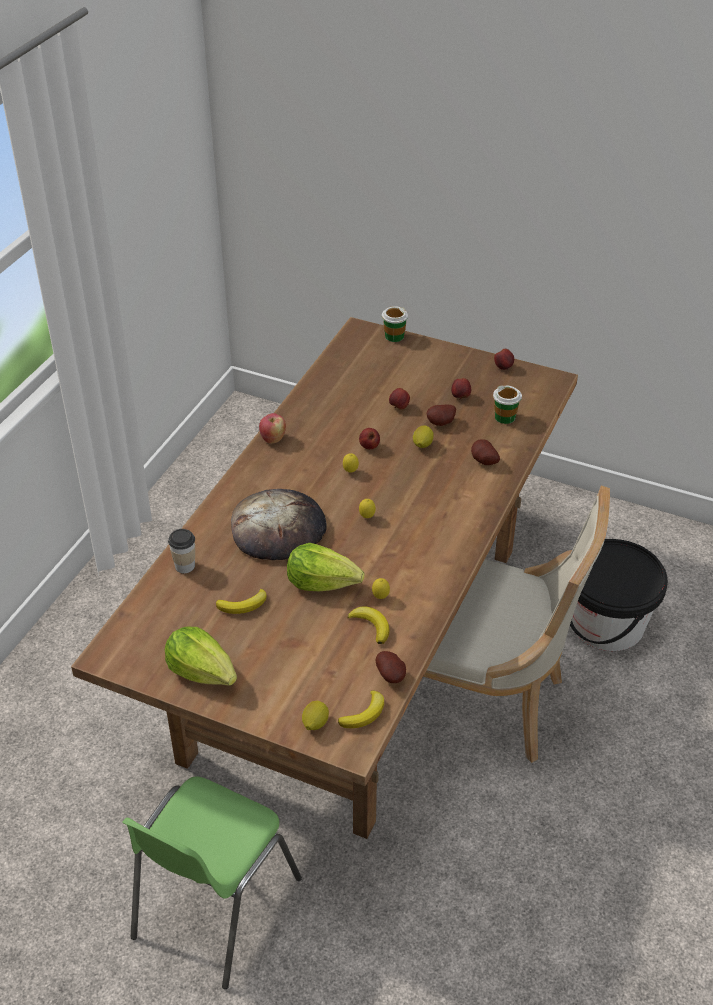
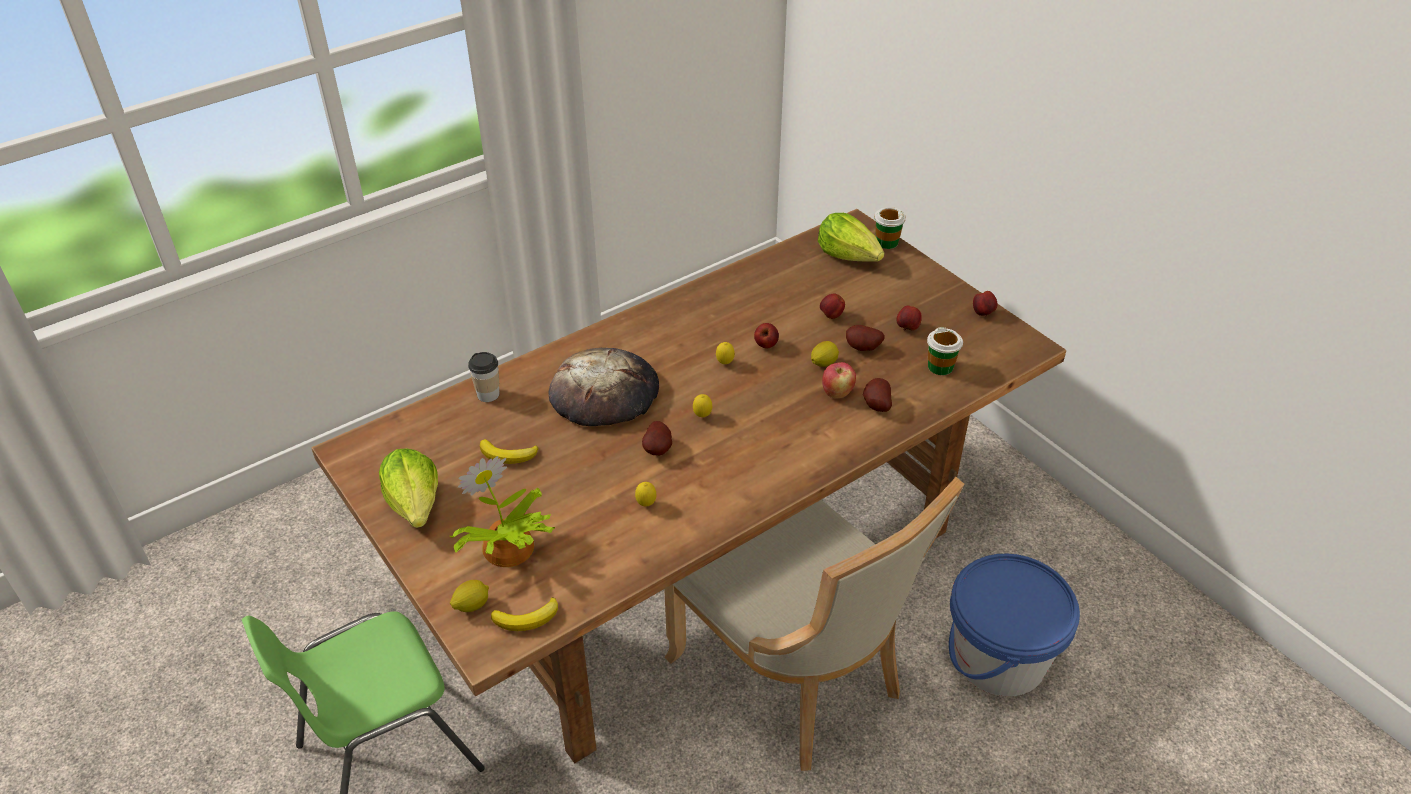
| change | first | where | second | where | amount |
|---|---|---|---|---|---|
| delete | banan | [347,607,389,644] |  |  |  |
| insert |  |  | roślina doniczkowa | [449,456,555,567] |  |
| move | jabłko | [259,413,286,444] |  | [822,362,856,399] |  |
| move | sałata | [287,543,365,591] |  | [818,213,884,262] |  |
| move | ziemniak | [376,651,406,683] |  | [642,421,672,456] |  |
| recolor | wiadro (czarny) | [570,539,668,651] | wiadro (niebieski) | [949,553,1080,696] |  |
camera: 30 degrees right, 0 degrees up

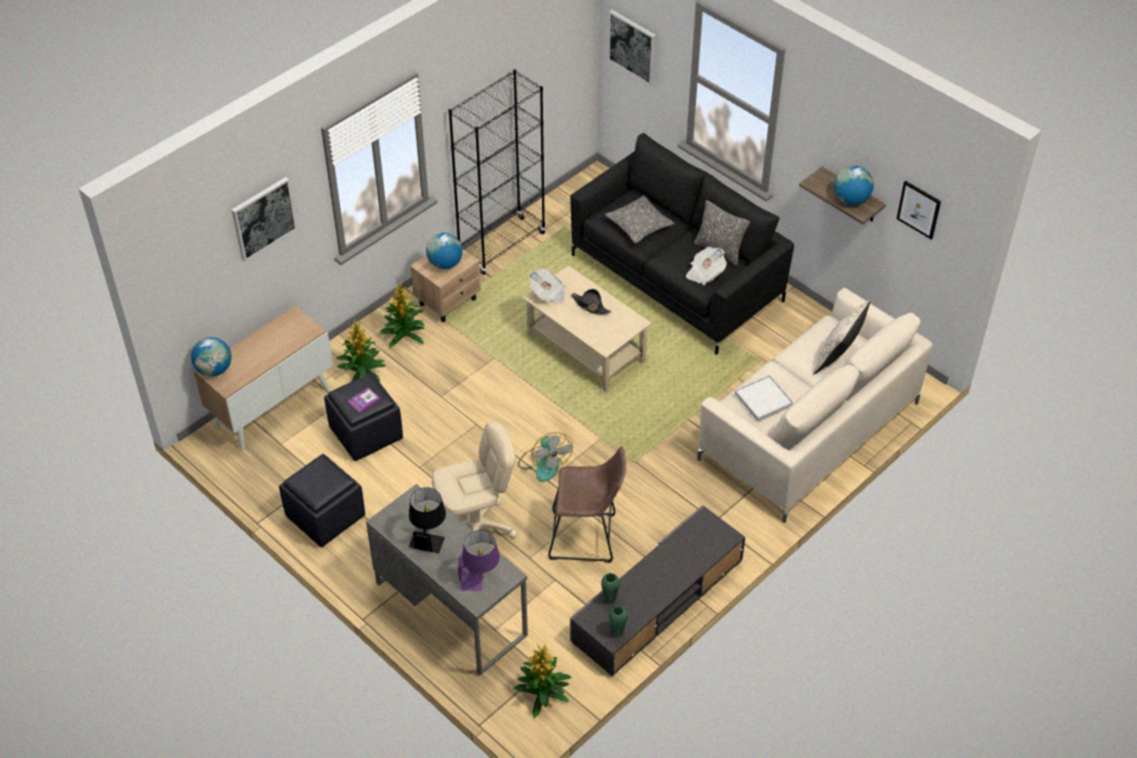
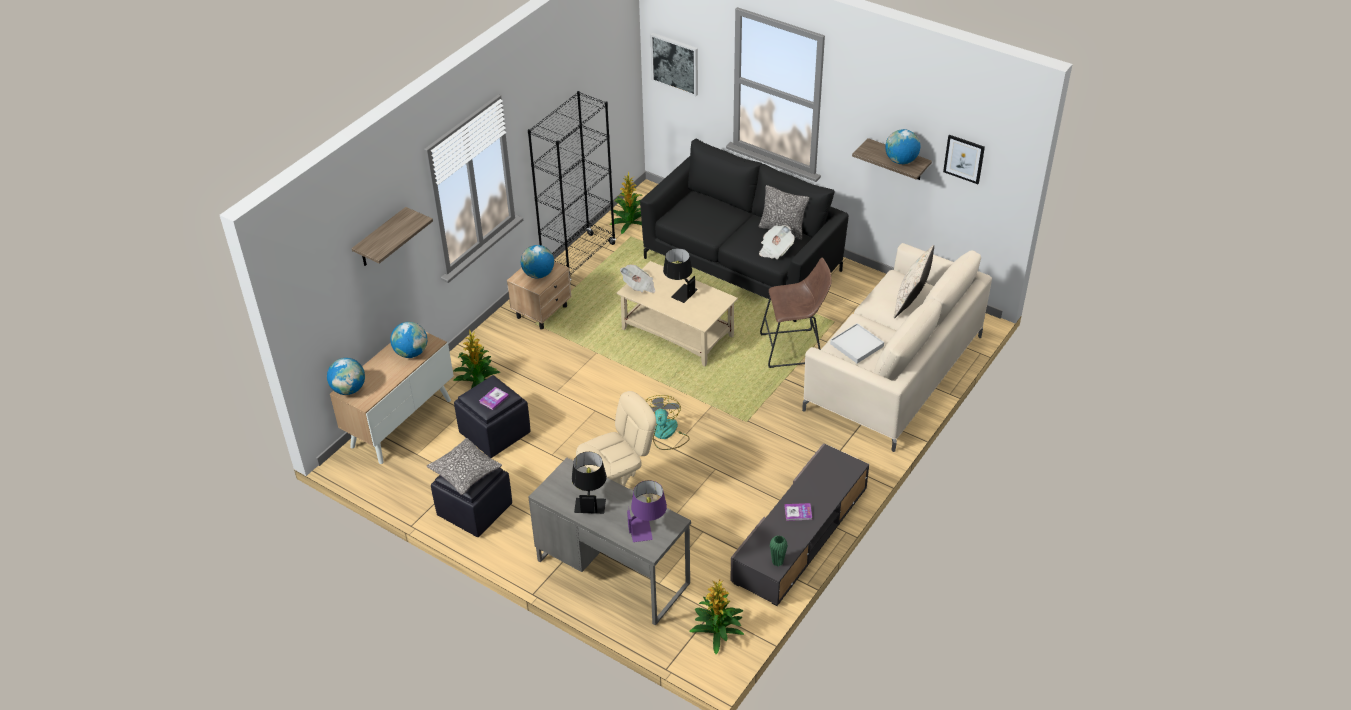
| change | first | where | second | where | amount |
|---|---|---|---|---|---|
| delete | wazon (zielony) | [601,573,620,604] |  |  |  |
| insert |  |  | globus | [390,322,427,358] |  |
| insert |  |  | książka | [785,503,812,521] |  |
| move | roślina doniczkowa | [380,280,424,348] |  | [610,172,642,234] |  |
| move | stołek (brązowy) | [548,446,626,563] |  | [760,258,831,368] |  |
| move | poduszka | [605,195,674,244] |  | [426,438,502,495] |  |
| replace | obraz | [232,177,297,262] | półka | [352,207,433,266] |  |
| replace | kapelusz (czarny) | [571,289,611,315] | lampa stołowa (czarny) | [663,248,698,303] |  |
| rotate | wentylator | [518,432,573,482] |  | [646,395,690,450] | 150 degrees counterclockwise |
camera: 10 degrees left, 5 degrees down

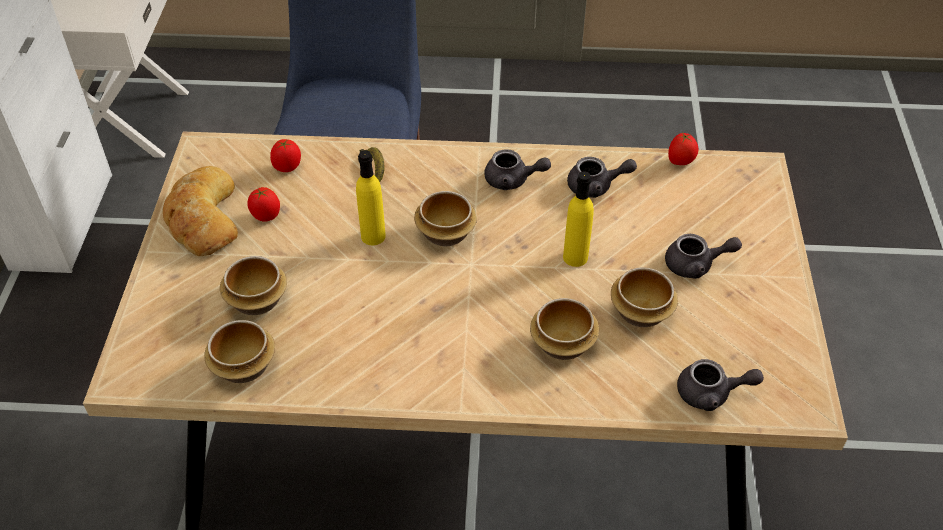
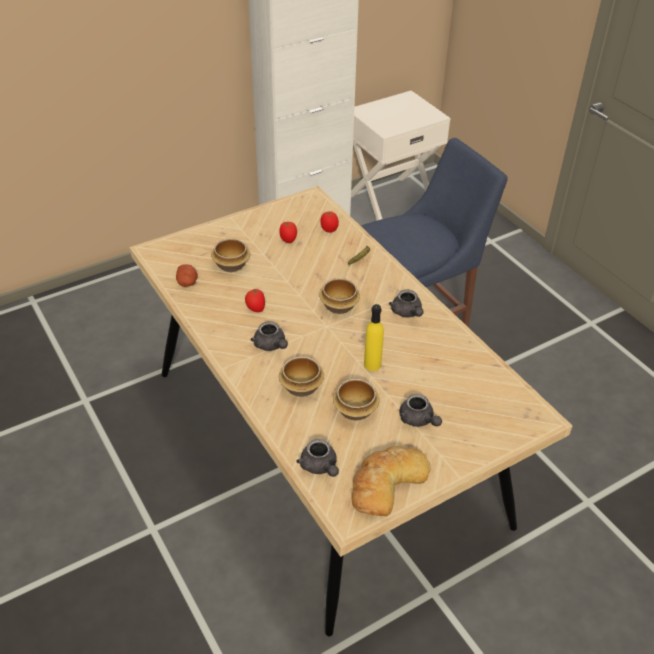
| change | first | where | second | where | amount |
|---|---|---|---|---|---|
| delete | butelka (żółty) | [356,150,386,245] |  |  |  |
| move | chleb | [163,166,238,256] |  | [351,446,431,516] |  |
| move | imbryk (szary) | [567,157,637,198] |  | [251,321,288,351] |  |
| move | pomidor | [668,133,698,165] |  | [245,289,265,312] |  |
| replace | miska | [204,320,275,383] | ziemniak | [176,264,198,287] |  |
camera: 55 degrees right, 5 degrees down

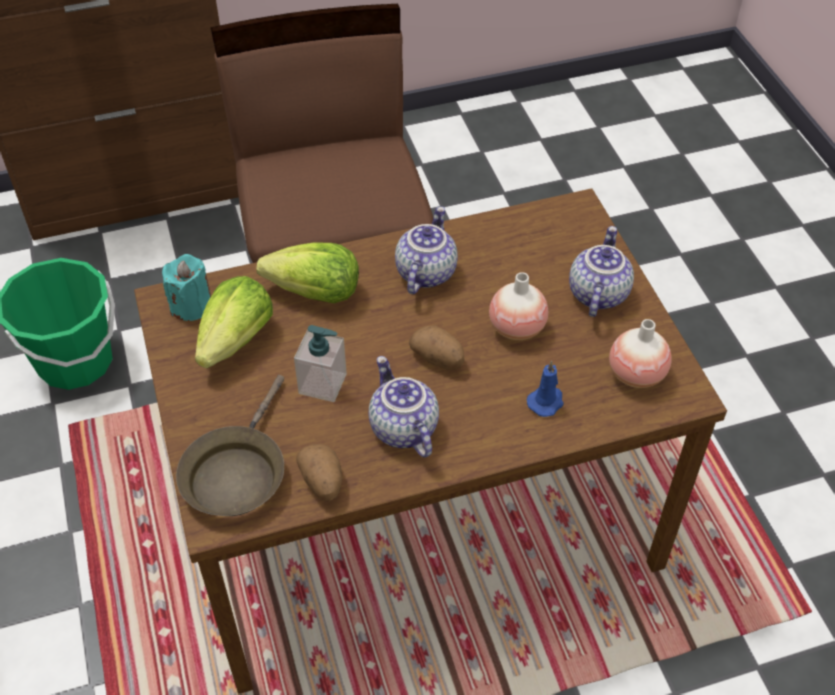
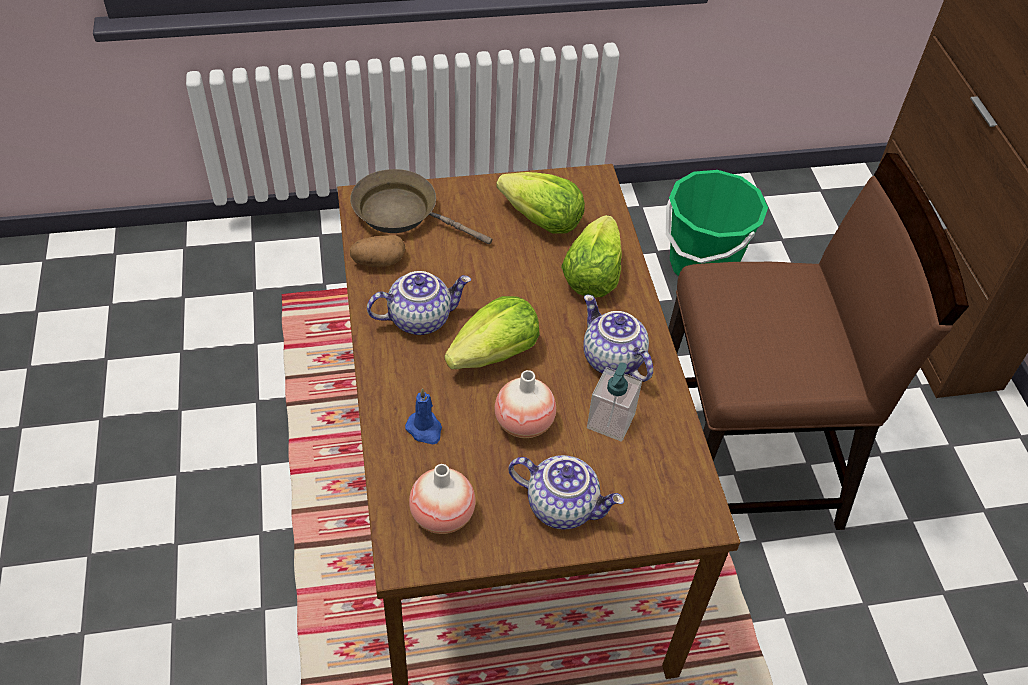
| change | first | where | second | where | amount |
|---|---|---|---|---|---|
| delete | świeca (turkusowy) | [162,254,211,321] |  |  |  |
| move | dozownik mydła | [294,325,347,402] |  | [587,362,642,442] |  |
| replace | ziemniak | [409,325,464,370] | sałata | [445,296,540,369] |  |
| rotate | imbryk | [395,206,458,294] |  | [583,295,653,382] | 150 degrees counterclockwise |
camera: 95 degrees right, 0 degrees up

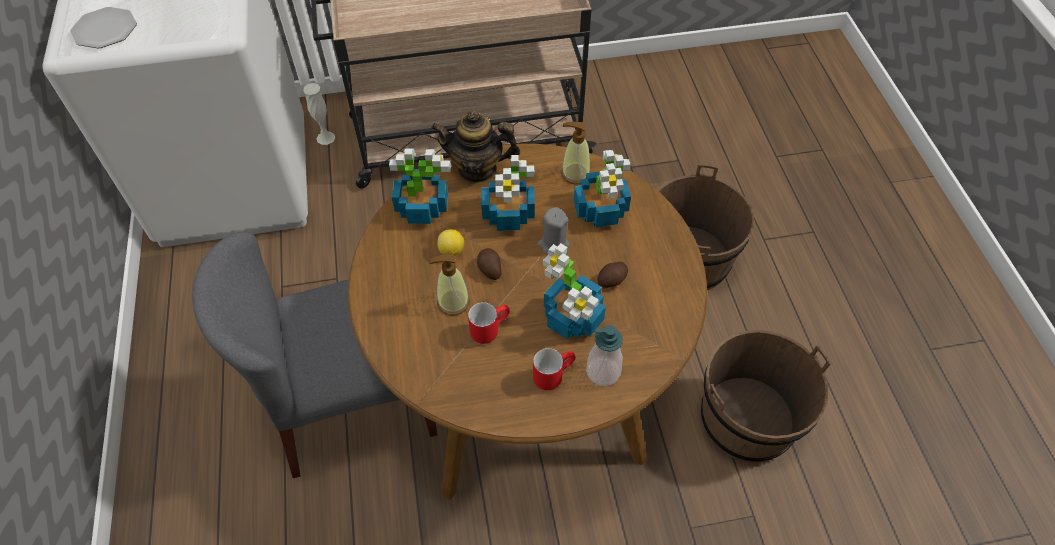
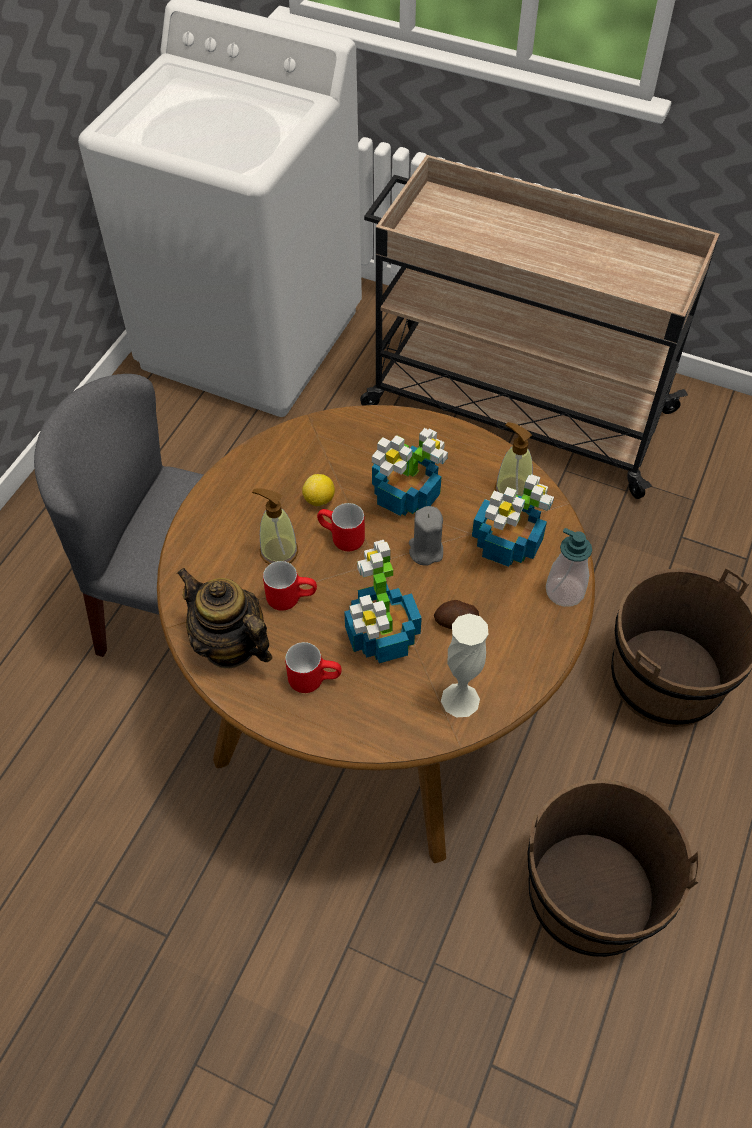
| change | first | where | second | where | amount |
|---|---|---|---|---|---|
| delete | talerz | [70,7,137,49] |  |  |  |
| delete | roślina doniczkowa | [389,149,451,224] |  |  |  |
| move | wazon (biały) | [303,83,335,145] |  | [441,614,488,717] |  |
| move | imbryk | [431,111,520,183] |  | [177,568,272,669] |  |
| move | dozownik mydła | [586,325,623,386] |  | [546,528,592,607] |  |
| replace | ziemniak | [477,248,502,280] | kubek (czerwony) | [317,503,365,551] |  |
camera: 35 degrees right, 0 degrees up

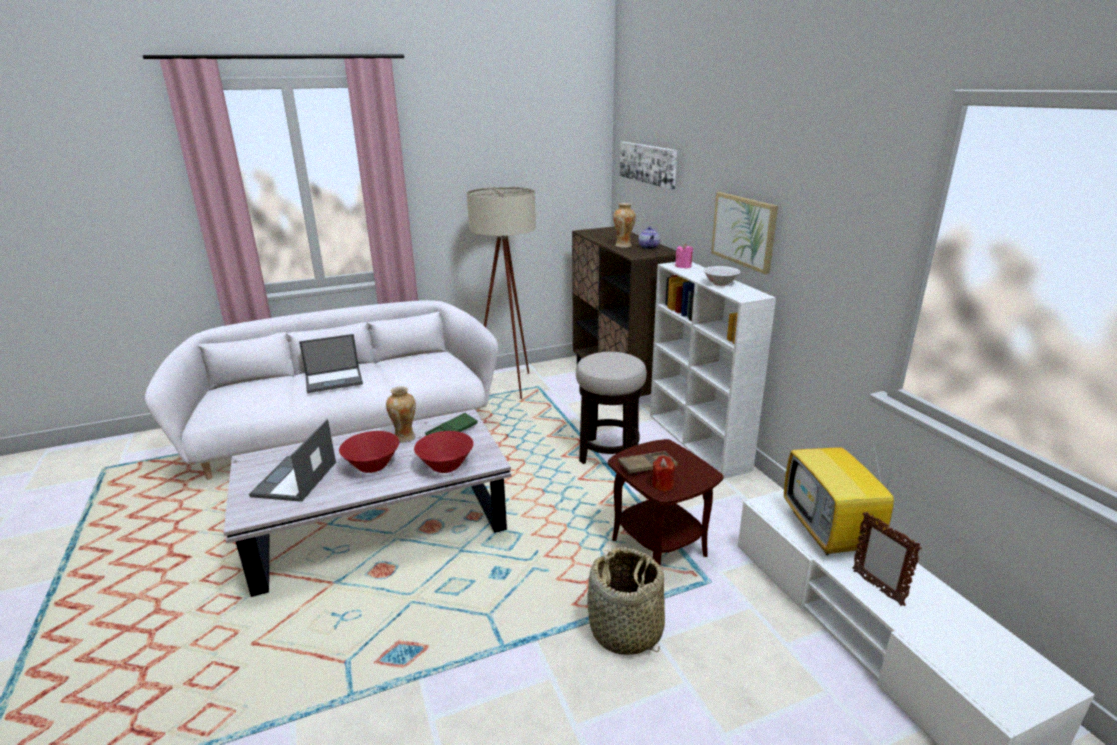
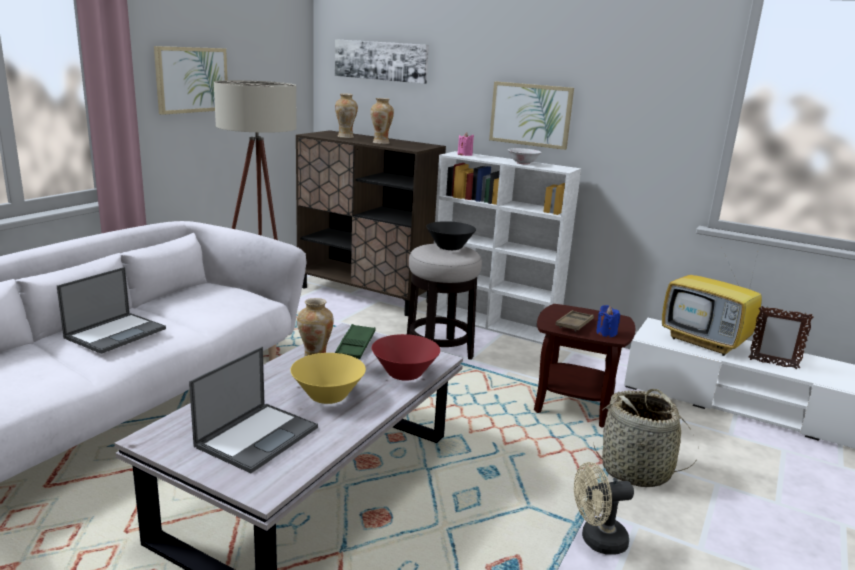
| change | first | where | second | where | amount |
|---|---|---|---|---|---|
| delete | imbryk | [638,227,660,249] |  |  |  |
| insert |  |  | obraz | [154,46,227,115] |  |
| insert |  |  | wazon | [335,93,358,138] |  |
| insert |  |  | miska (czarny) | [426,221,476,250] |  |
| insert |  |  | wentylator (beżowy) | [574,462,634,555] |  |
| recolor | miska (czerwony) | [339,431,399,473] | miska (żółty) | [290,353,366,404] |  |
| recolor | świeca (czerwony) | [652,455,675,491] | świeca (niebieski) | [596,305,620,337] |  |
| rotate | laptop | [249,419,336,502] |  | [189,347,318,473] | 120 degrees counterclockwise |
camera: 40 degrees left, 5 degrees down

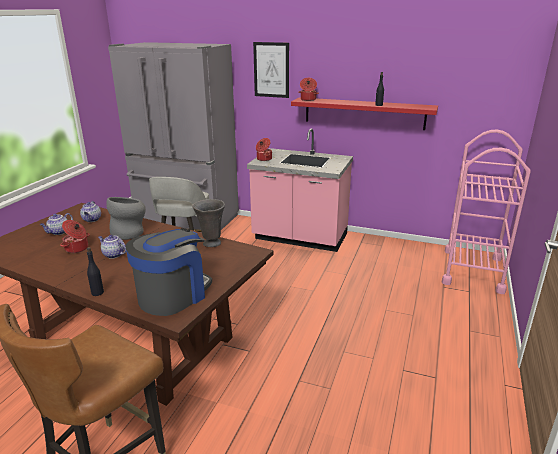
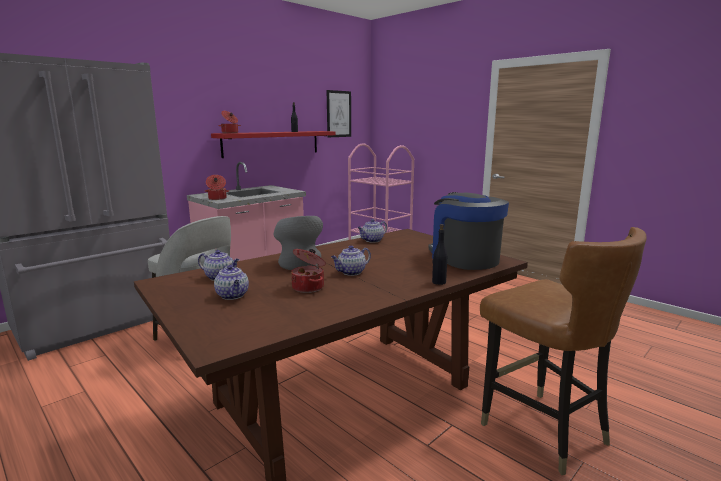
| change | first | where | second | where | amount |
|---|---|---|---|---|---|
| move | obraz | [253,42,289,98] |  | [327,90,351,137] |  |
| replace | wazon (szary) | [192,199,225,247] | imbryk | [357,219,387,243] |  |
camera: 65 degrees left, 10 degrees down

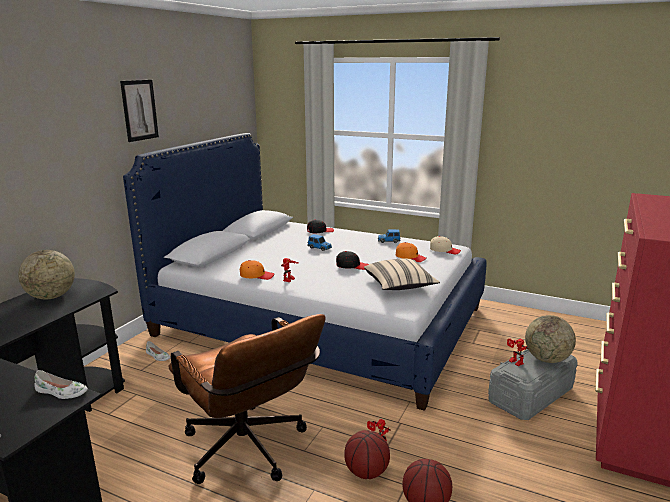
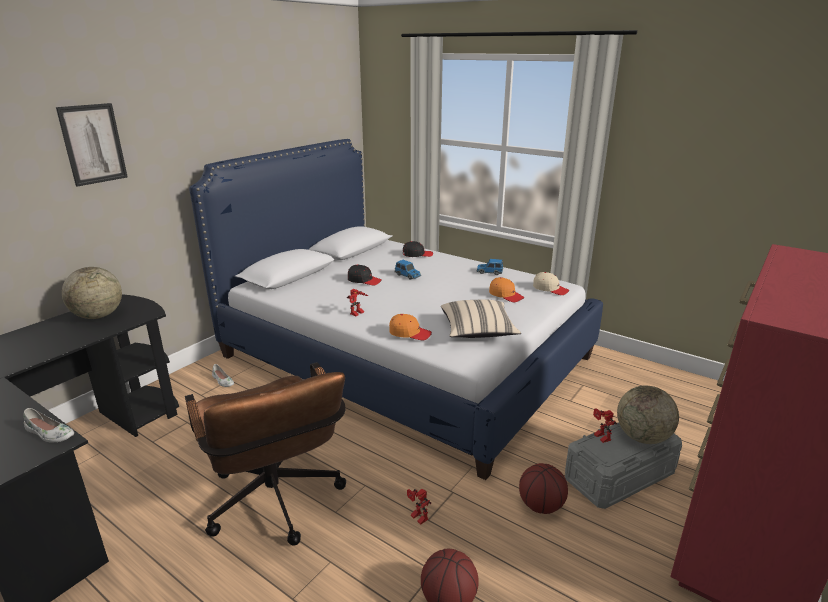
| change | first | where | second | where | amount |
|---|---|---|---|---|---|
| move | obraz | [120,80,159,142] |  | [56,103,128,186] |  |
| move | czapka z daszkiem (pomarańczowy) | [240,260,275,280] |  | [389,314,432,340] |  |
| move | czapka z daszkiem (czarny) | [336,251,369,270] |  | [348,264,382,285] |  |
| move | piłka do koszykówki | [344,430,390,479] |  | [519,463,568,514] |  |
camera: 10 degrees right, 5 degrees up

